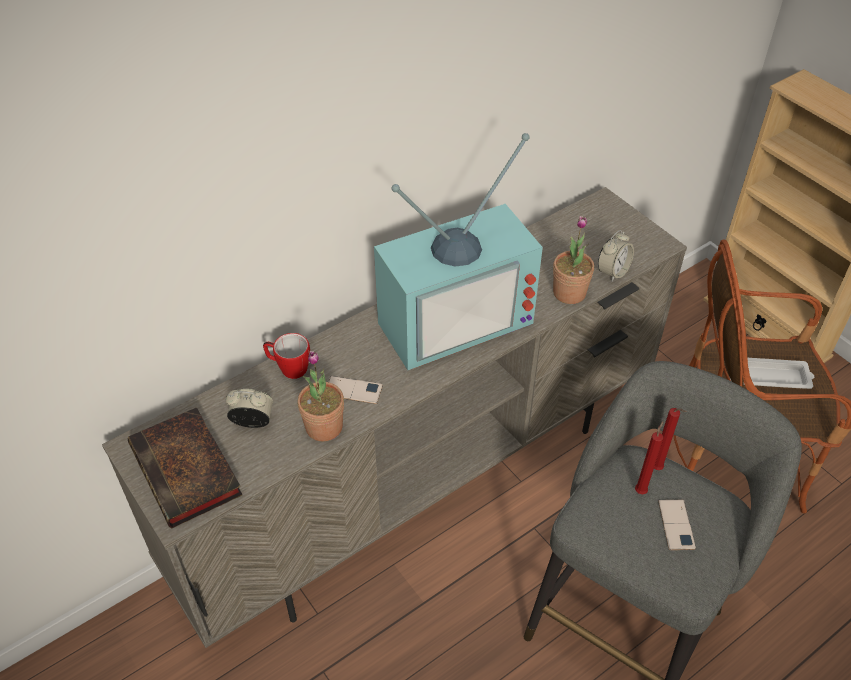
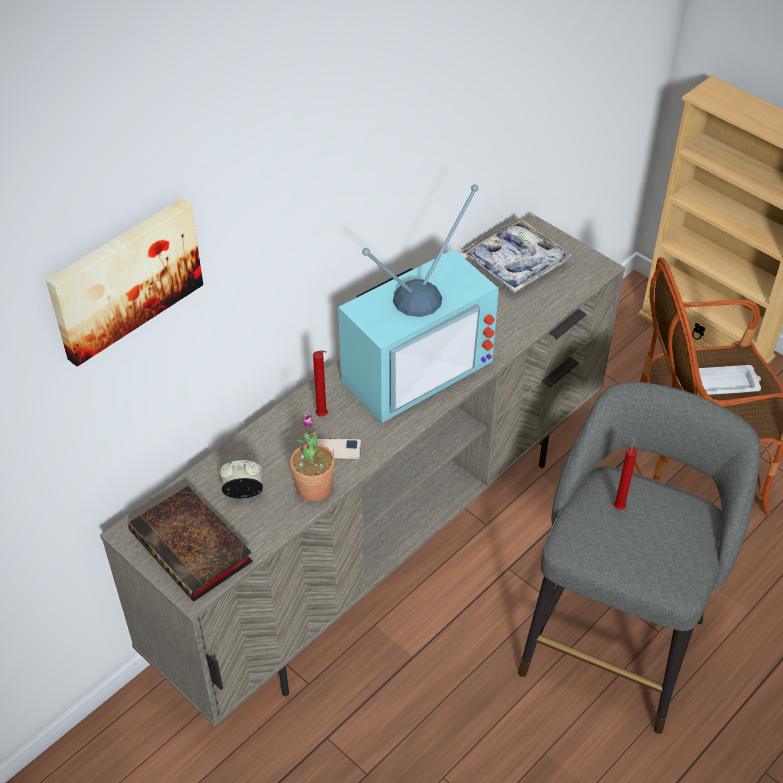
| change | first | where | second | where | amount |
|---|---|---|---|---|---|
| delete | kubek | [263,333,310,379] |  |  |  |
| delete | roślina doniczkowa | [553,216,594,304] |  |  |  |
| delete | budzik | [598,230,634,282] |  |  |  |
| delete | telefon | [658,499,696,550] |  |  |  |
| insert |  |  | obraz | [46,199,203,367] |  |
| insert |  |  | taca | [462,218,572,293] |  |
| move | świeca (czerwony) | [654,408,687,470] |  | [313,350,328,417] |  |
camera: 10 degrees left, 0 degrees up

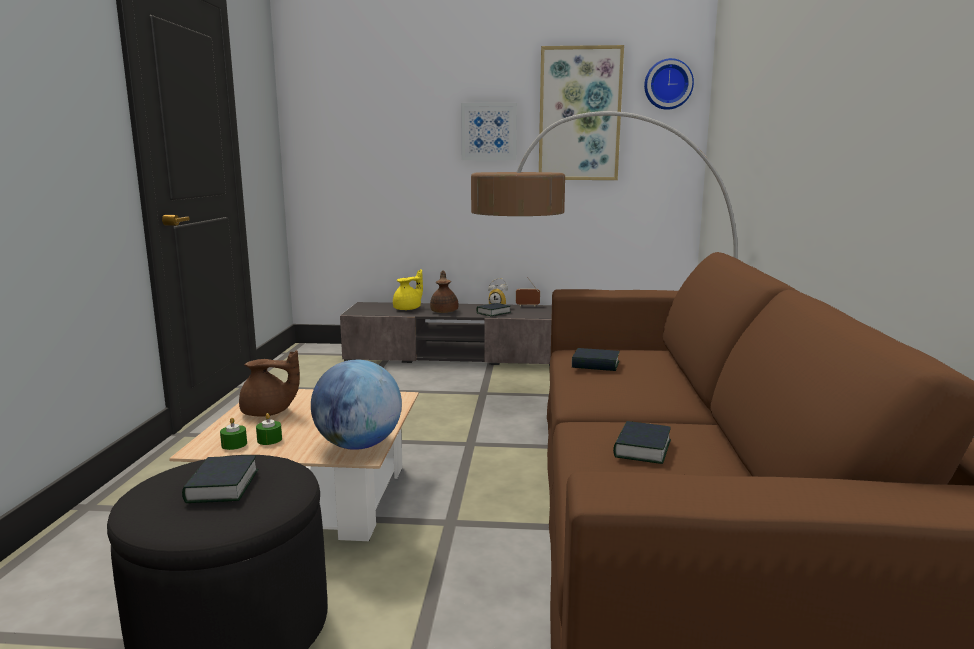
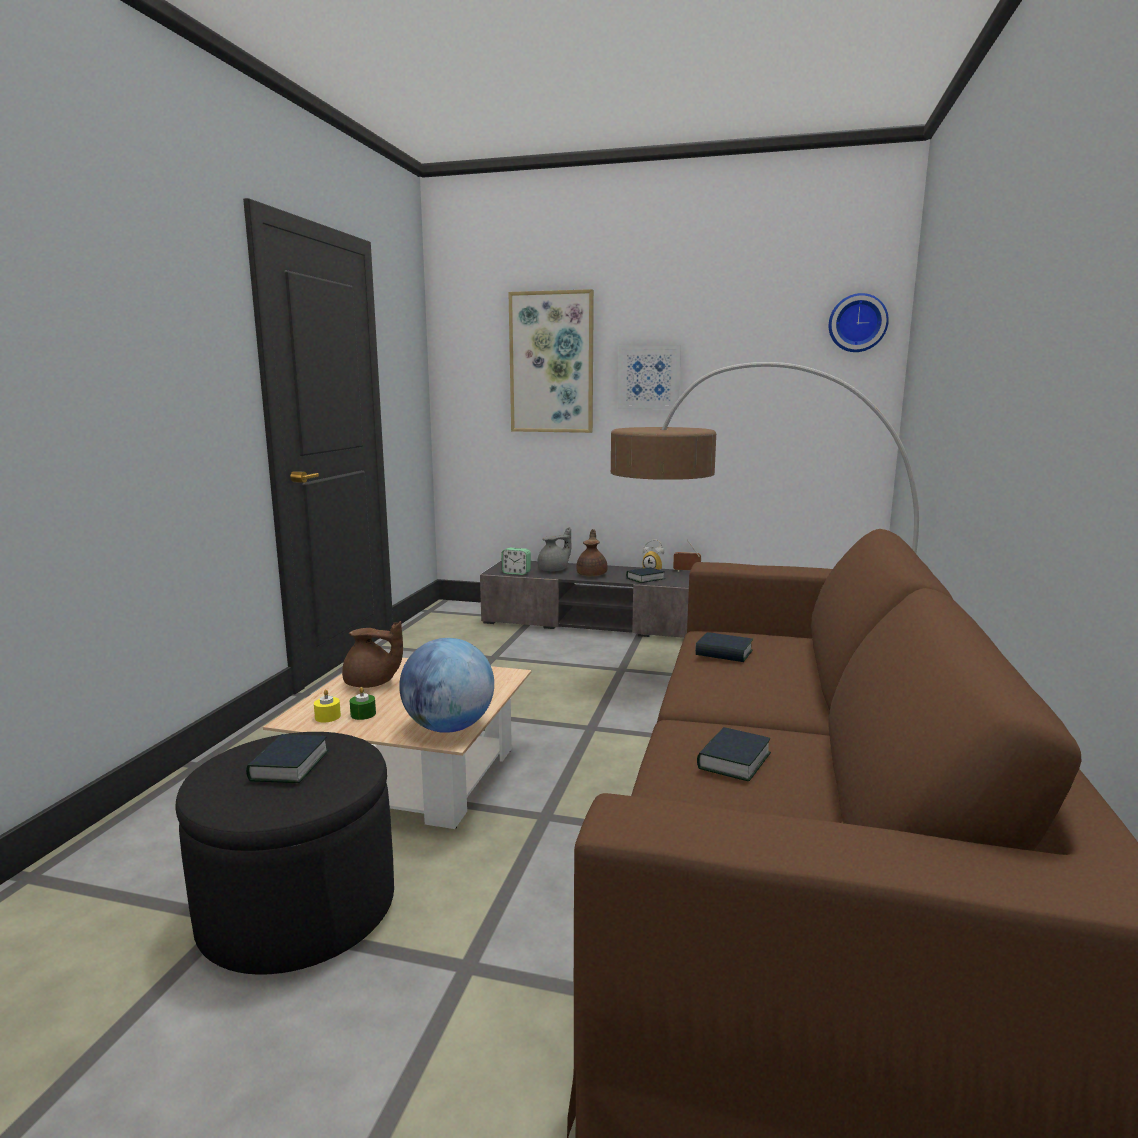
| change | first | where | second | where | amount |
|---|---|---|---|---|---|
| insert |  |  | budzik | [502,548,531,575] |  |
| move | obraz | [539,45,624,180] |  | [508,289,594,433] |  |
| recolor | świeca (zielony) | [220,417,247,450] | świeca (żółty) | [314,689,341,722] |  |
| recolor | imbryk (żółty) | [393,269,423,310] | imbryk (szary) | [537,527,571,571] |  |
camera: 10 degrees right, 0 degrees up

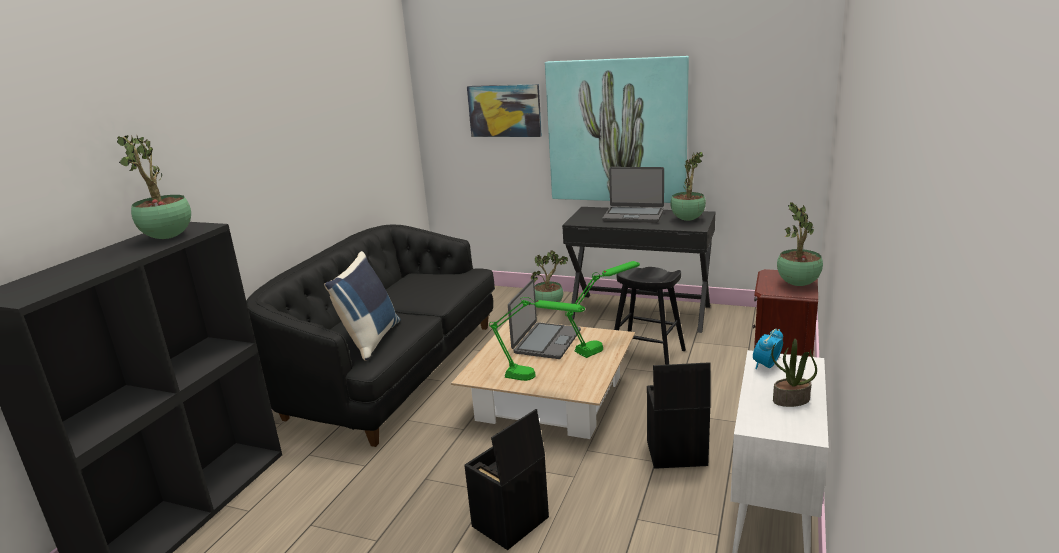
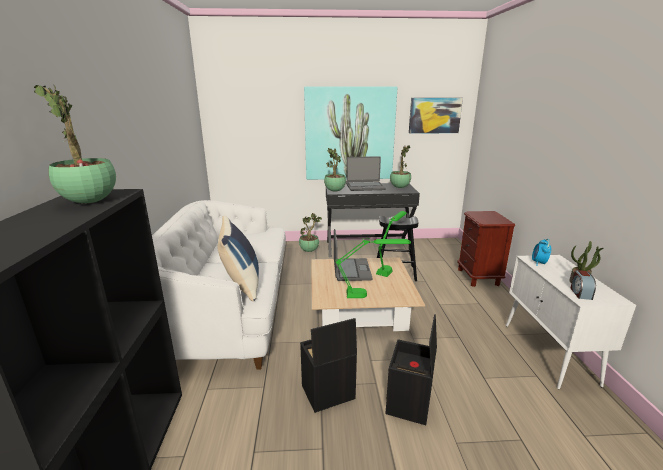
| change | first | where | second | where | amount |
|---|---|---|---|---|---|
| insert |  |  | budzik | [570,270,596,300] |  |
| move | obraz | [467,84,542,137] |  | [409,98,463,134] |  |
| move | pojemnik do przechowywania (czarny) | [647,362,711,469] |  | [300,318,357,413] |  |
| move | roślina doniczkowa | [777,202,823,286] |  | [324,148,346,192] |  |
| recolor | kanapa (czarny) | [246,224,495,447] | kanapa (biały) | [152,200,286,370] |  |
camera: 25 degrees left, 0 degrees up

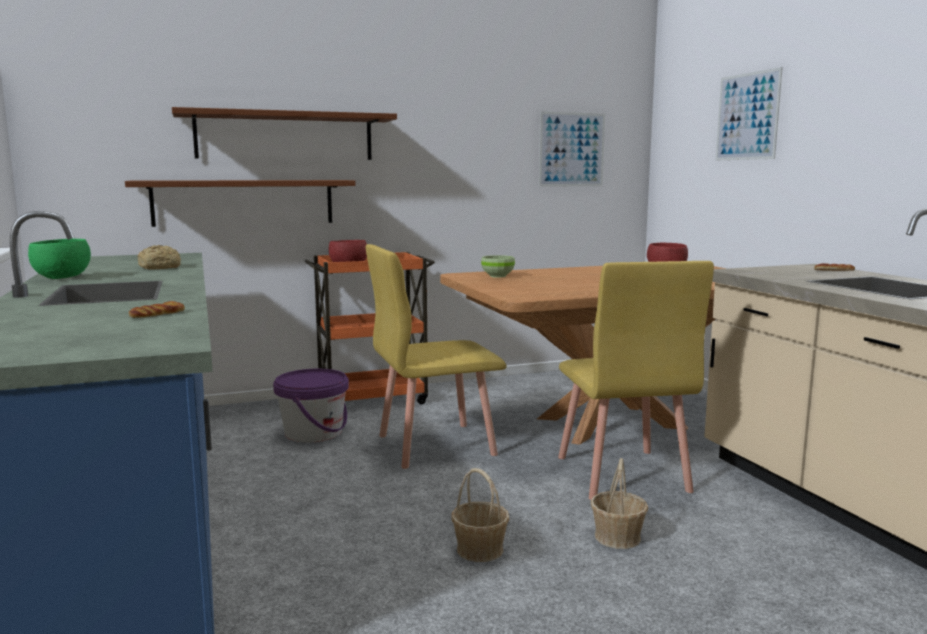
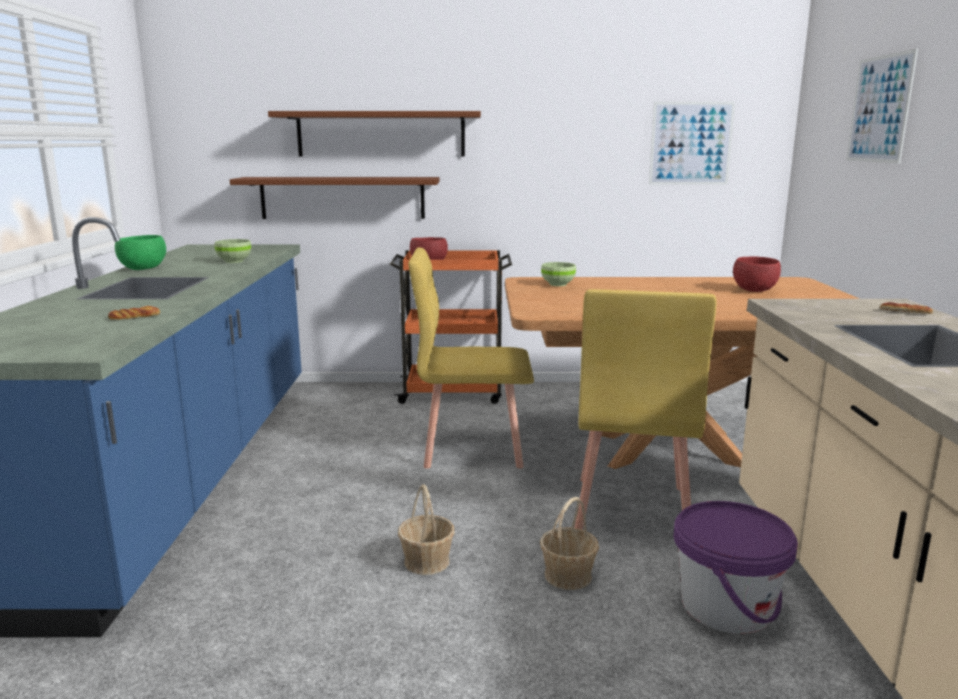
| change | first | where | second | where | amount |
|---|---|---|---|---|---|
| move | wiadro (fioletowy) | [273,369,349,443] |  | [673,501,798,634] |  |
| replace | chleb | [137,245,181,270] | miska (zielony) | [215,239,251,263] |  |
camera: 20 degrees right, 5 degrees up

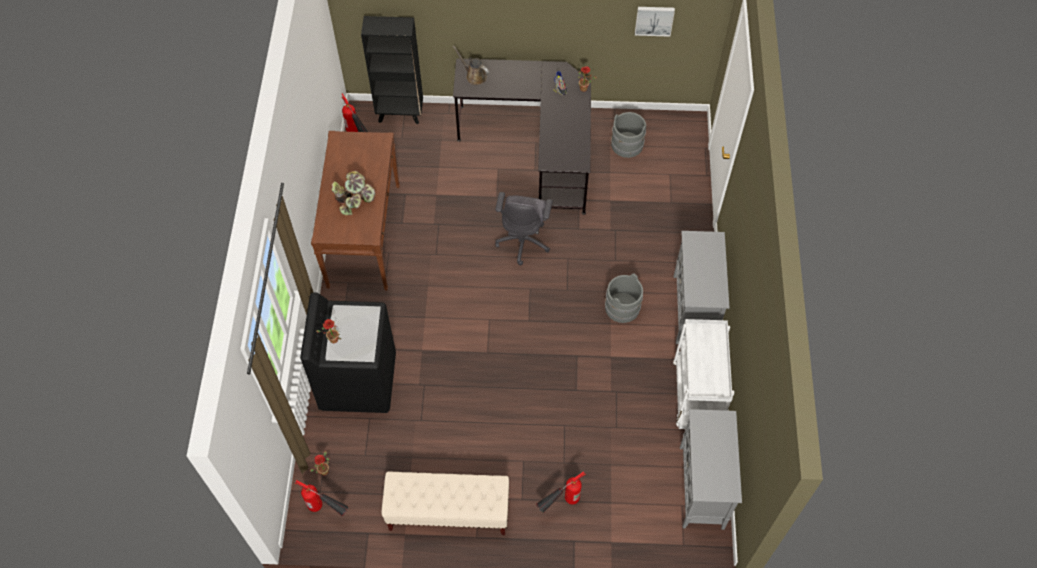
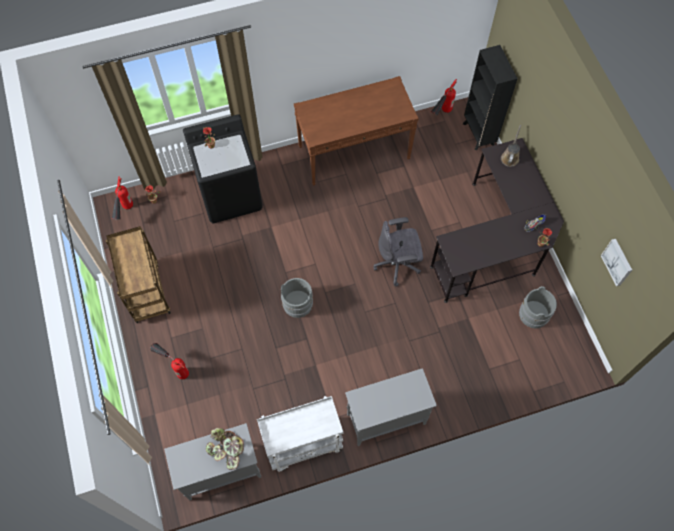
| change | first | where | second | where | amount |
|---|---|---|---|---|---|
| move | roślina doniczkowa | [331,170,375,216] |  | [206,428,244,470] |  |
| move | wiadro (szary) | [605,274,643,323] |  | [281,278,313,318] |  |
| replace | ławka (beżowy) | [382,471,509,535] | wózek (brązowy) | [106,226,171,323] |  |
camera: 70 degrees right, 5 degrees up

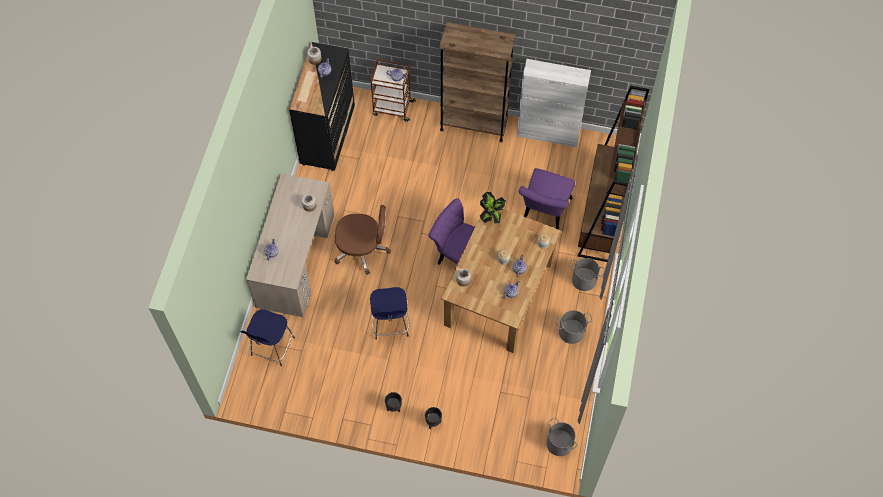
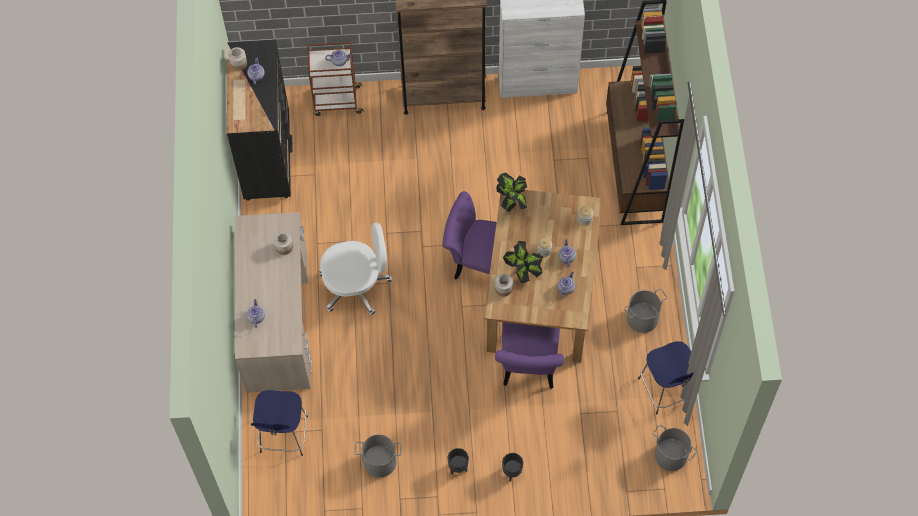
| change | first | where | second | where | amount |
|---|---|---|---|---|---|
| insert |  |  | roślina doniczkowa | [503,241,543,284] |  |
| move | stołek (niebieski) | [370,287,409,340] |  | [638,341,706,415] |  |
| move | krzesło (fioletowy) | [518,168,575,229] |  | [495,322,564,389] |  |
| move | wiadro (szary) | [569,258,605,291] |  | [355,434,402,478] |  |
| recolor | krzesło biurowe (brązowy) | [335,205,391,275] | krzesło biurowe (biały) | [319,223,392,315] |  |
camera: 15 degrees left, 0 degrees up

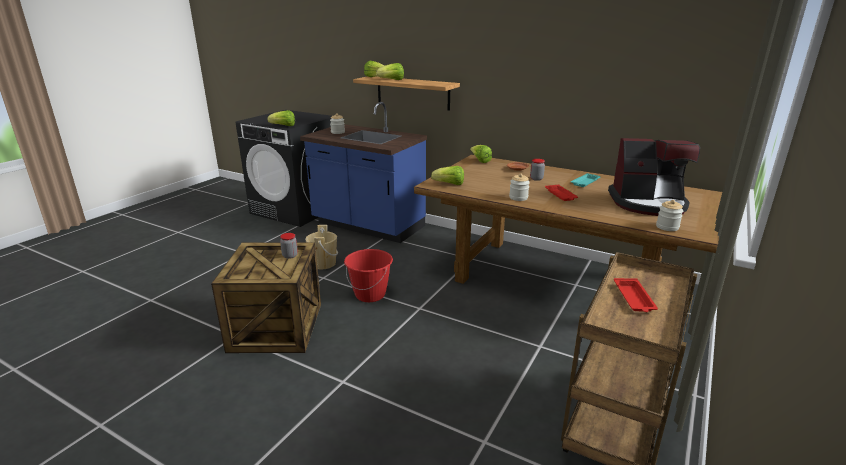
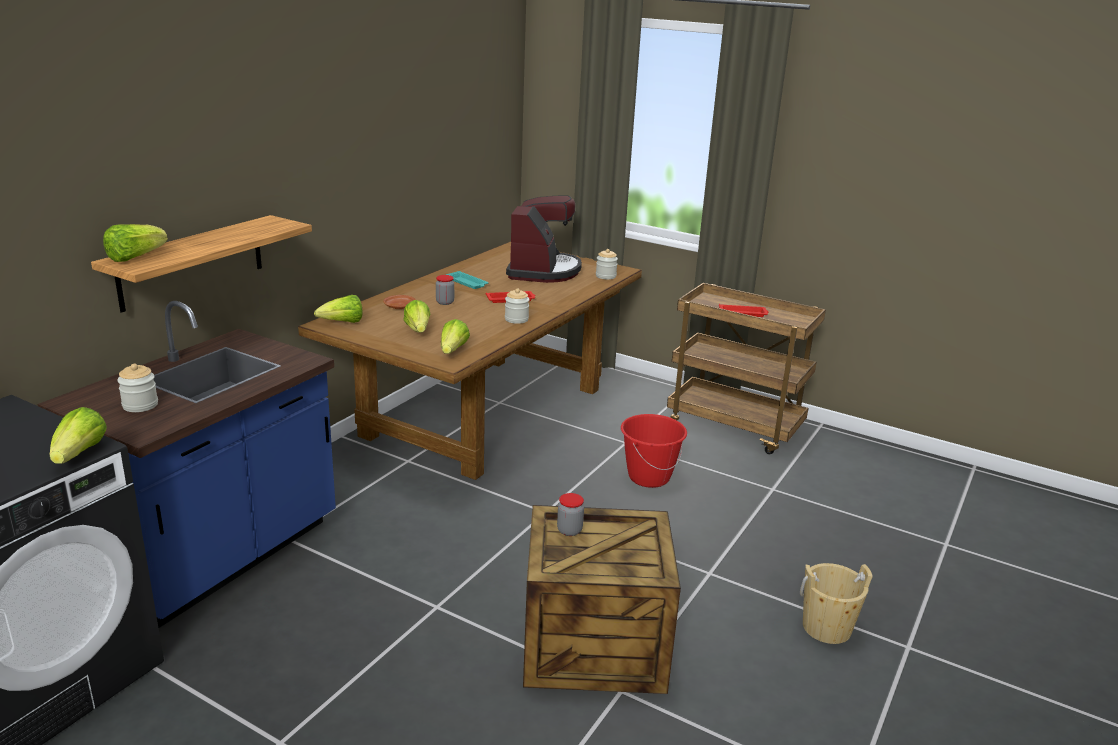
| change | first | where | second | where | amount |
|---|---|---|---|---|---|
| move | wiadro (beżowy) | [305,225,338,269] |  | [800,563,873,644] |  |
| move | wiadro (czerwony) | [344,249,393,302] |  | [621,414,687,488] |  |
| move | sałata | [376,63,404,80] |  | [403,300,430,333] |  |
camera: 90 degrees left, 0 degrees up

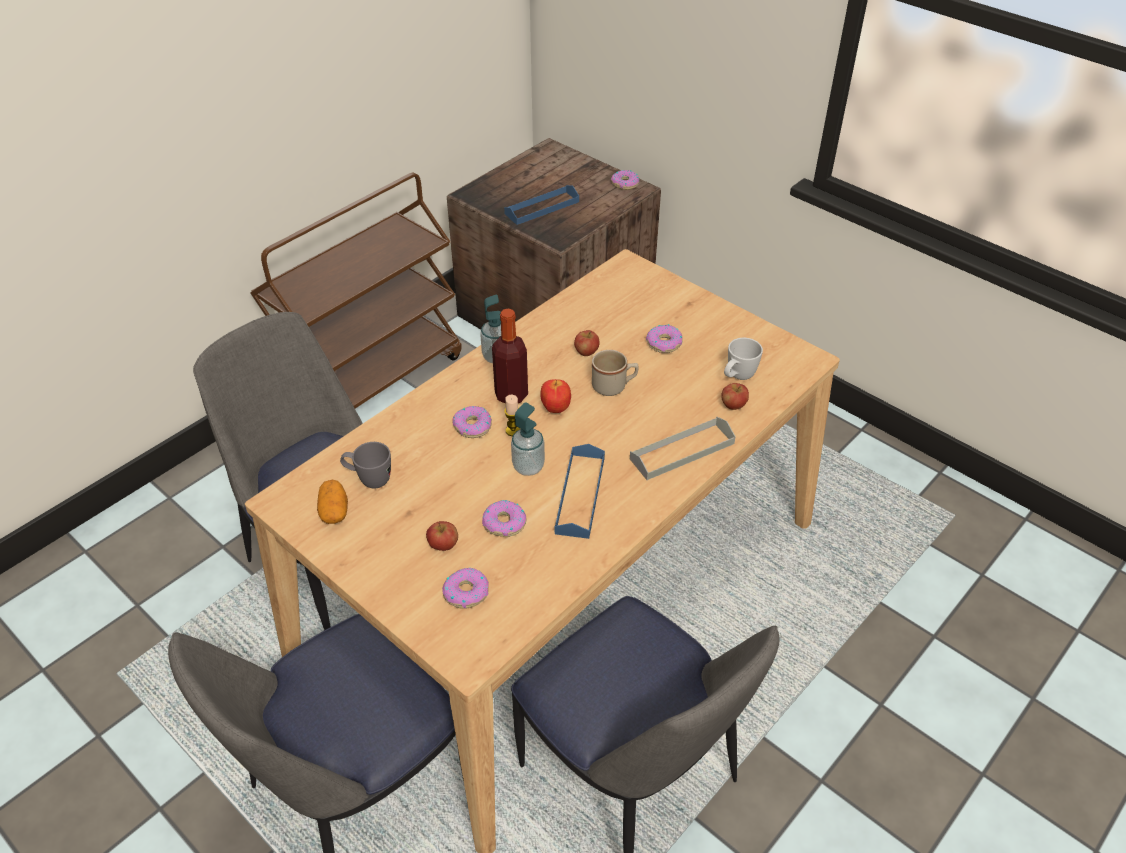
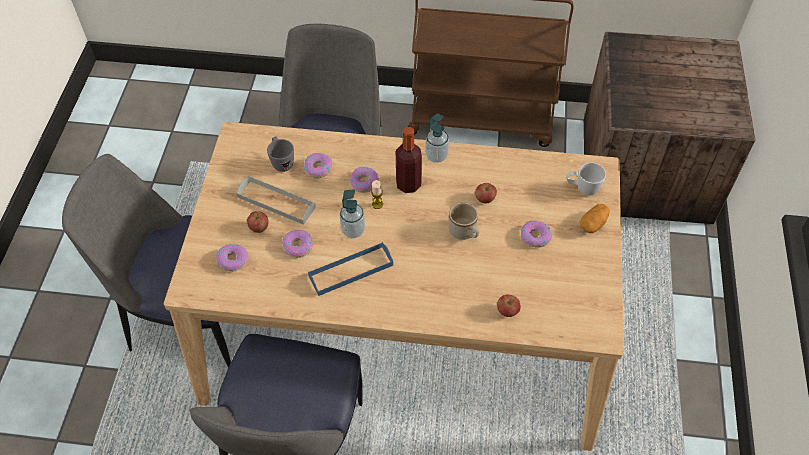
| change | first | where | second | where | amount |
|---|---|---|---|---|---|
| delete | taca (niebieski) | [504,185,579,225] |  |  |  |
| delete | jabłko | [540,379,571,413] |  |  |  |
| move | ziemniak | [317,480,348,524] |  | [579,204,610,233] |  |
| move | donut | [611,170,639,190] |  | [304,153,332,178] |  |
| move | taca (szary) | [630,417,736,480] |  | [236,176,316,225] |  |
| move | kubek (biały) | [724,338,763,380] |  | [566,162,606,196] |  |
camera: 55 degrees right, 10 degrees up

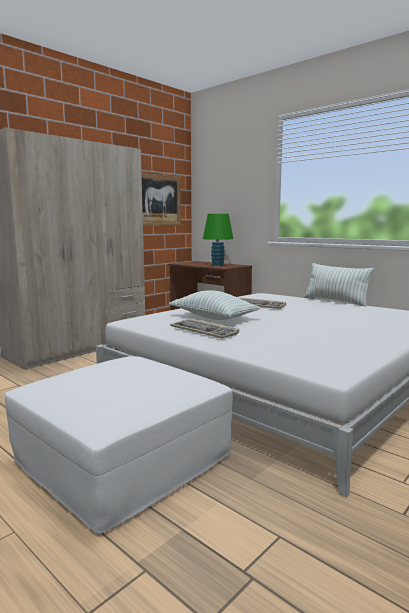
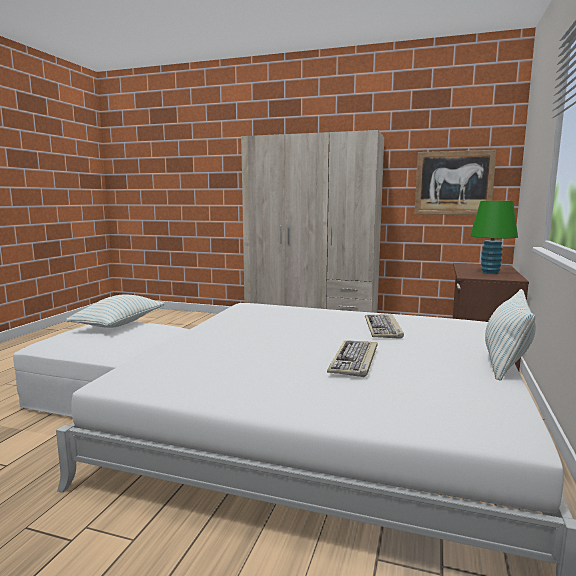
| change | first | where | second | where | amount |
|---|---|---|---|---|---|
| move | poduszka | [169,290,260,320] |  | [66,294,165,328] |  |
| move | klawiatura | [171,318,239,339] |  | [327,340,378,377] |  |
camera: 65 degrees right, 0 degrees up

